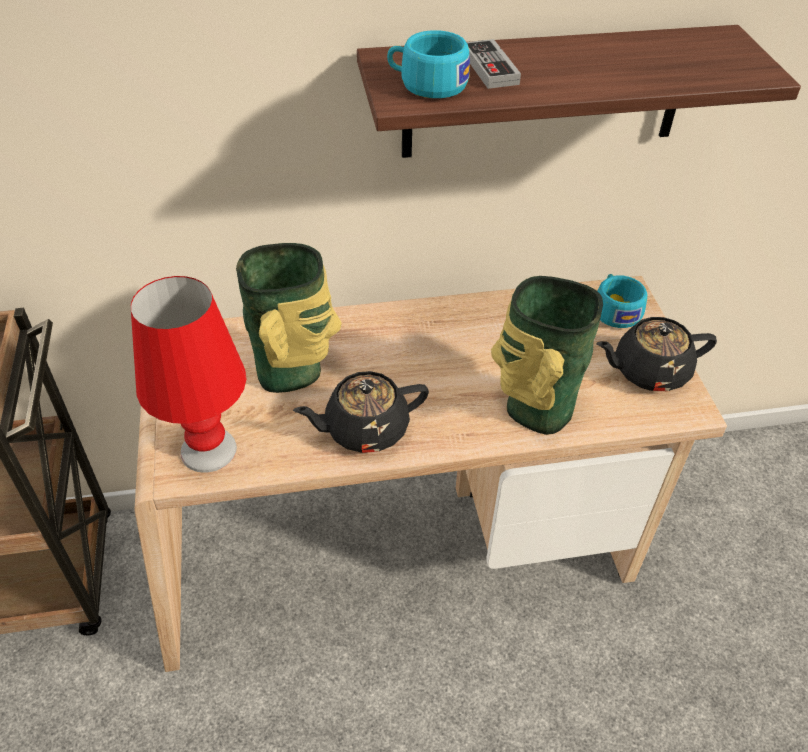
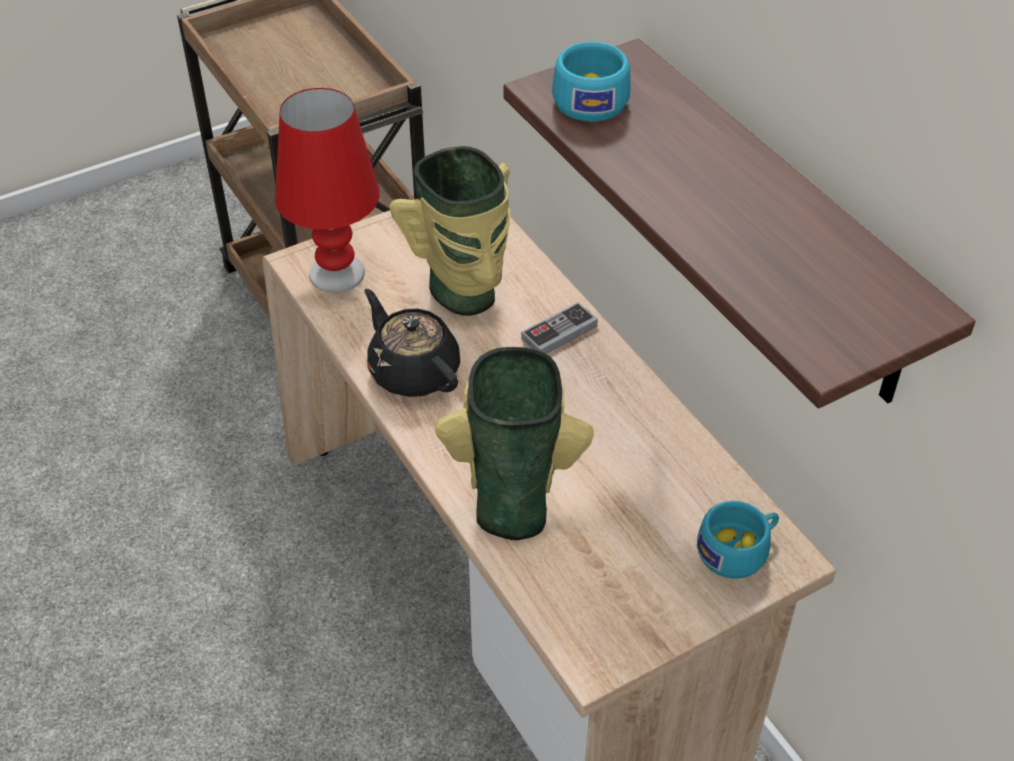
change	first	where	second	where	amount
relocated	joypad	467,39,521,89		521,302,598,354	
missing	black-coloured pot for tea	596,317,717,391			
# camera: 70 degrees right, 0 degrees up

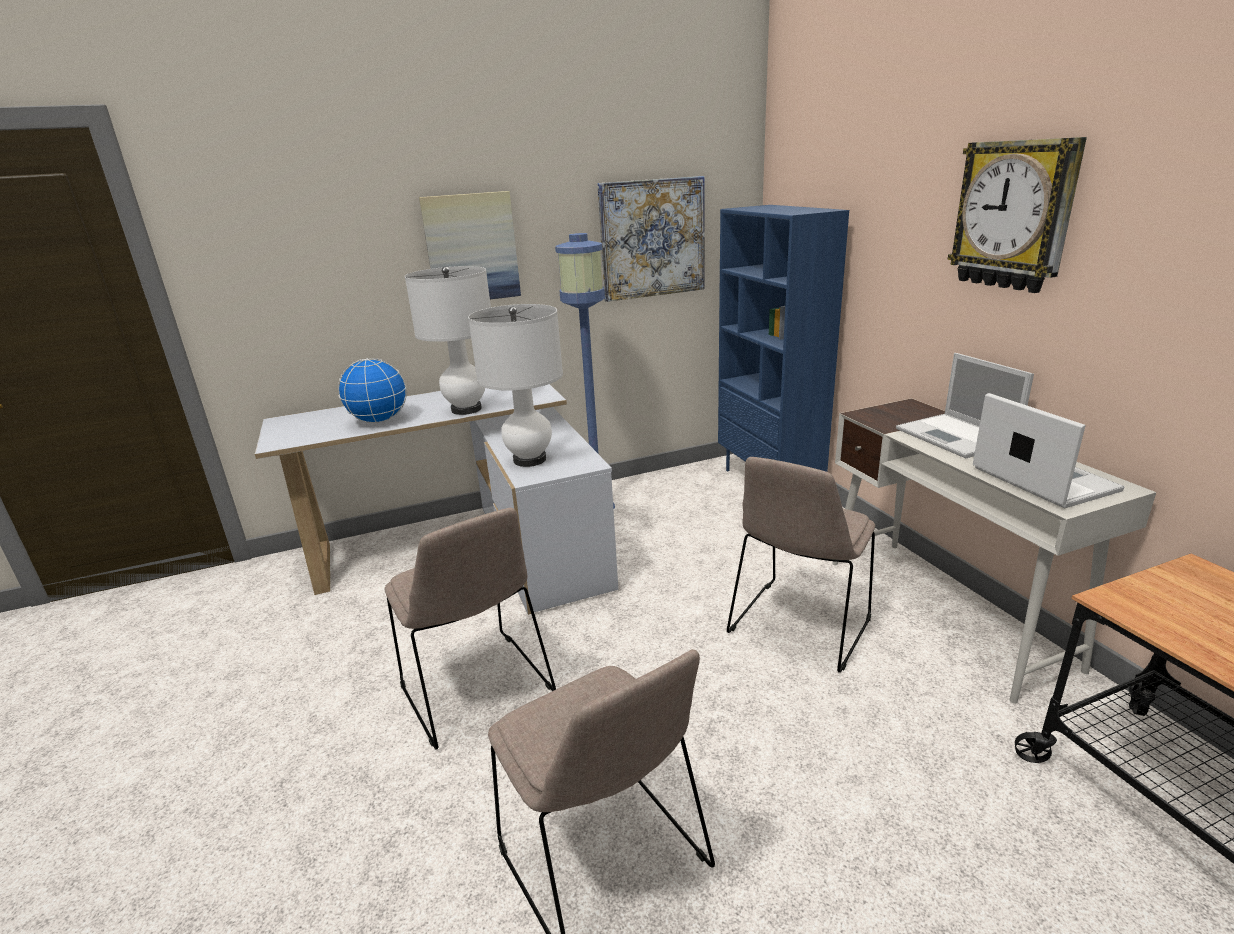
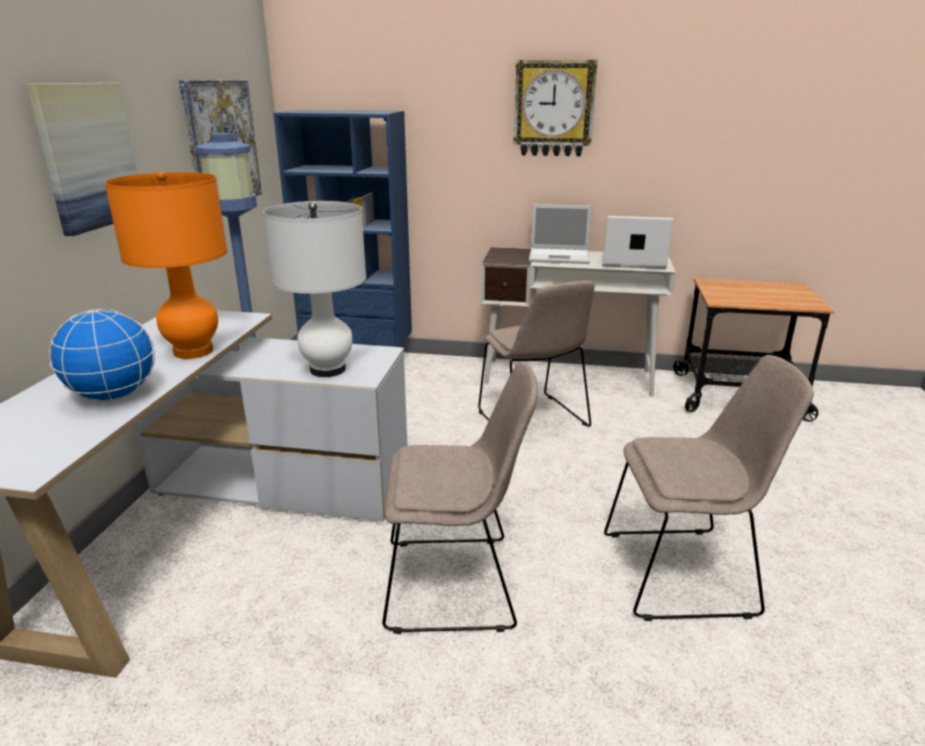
change	first	where	second	where	amount
colour	white-coloured tabletop lamp	405,266,491,415	orangey tabletop lamp	105,171,228,359	
# camera: 60 degrees left, 0 degrees up

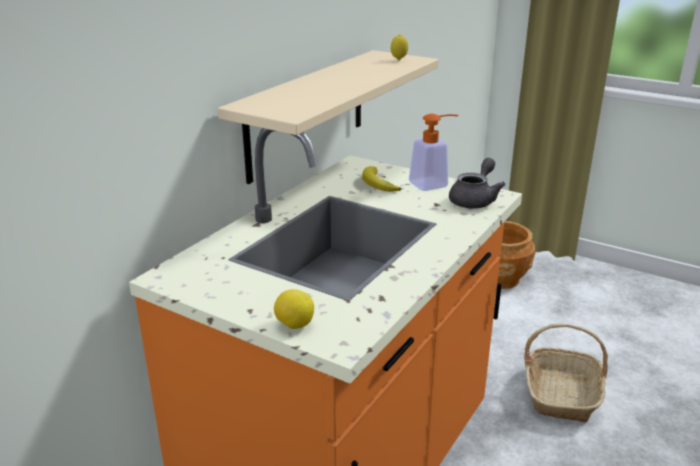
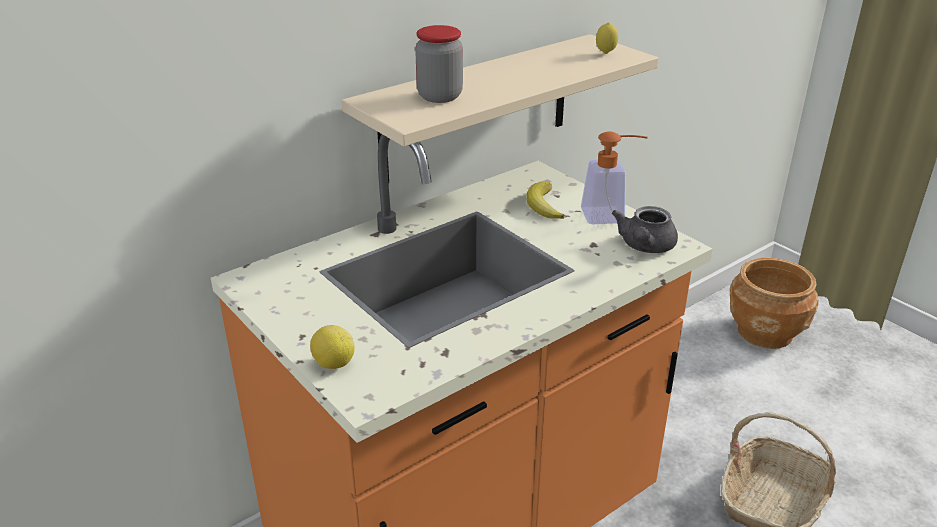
change	first	where	second	where	amount
spun	grey pot for tea	449,158,505,209		612,206,678,253	150 degrees clockwise
appeared			preserve jar	415,25,463,103	
# camera: 20 degrees right, 5 degrees up

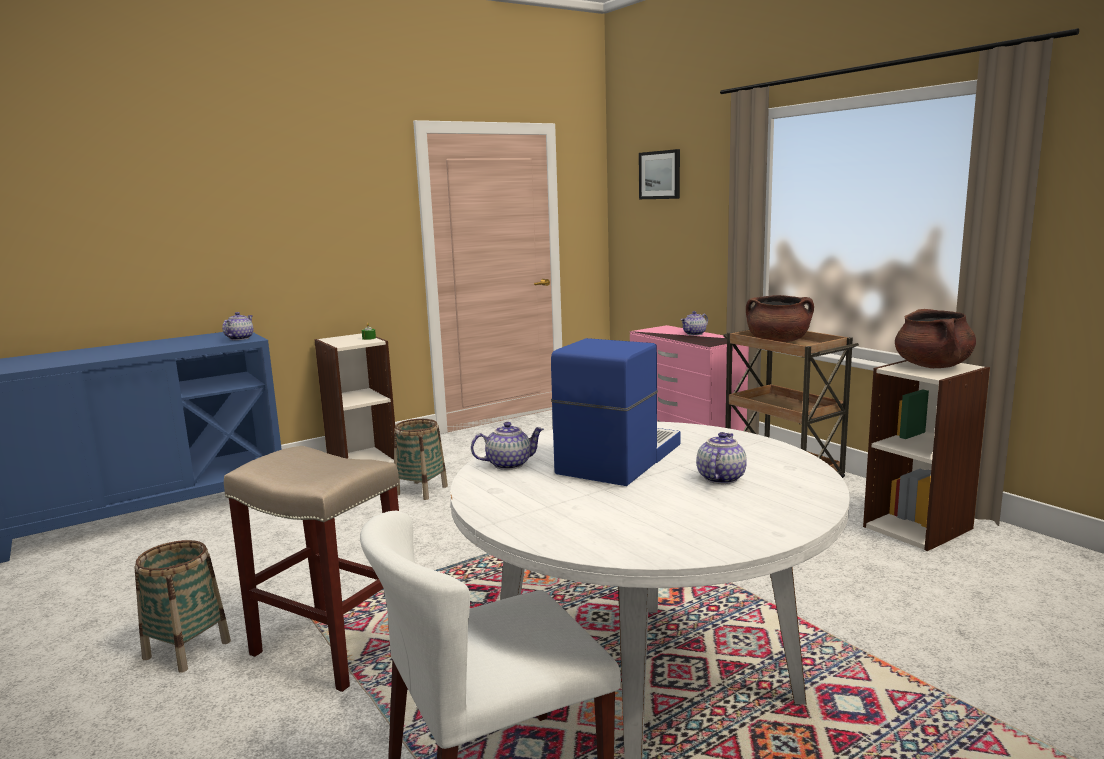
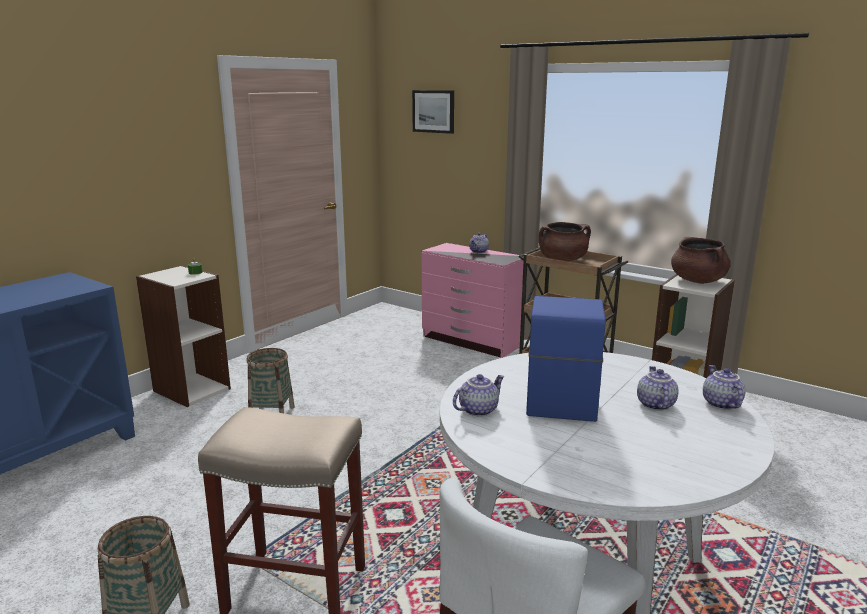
change	first	where	second	where	amount
relocated	pot for tea	222,312,253,340		703,365,746,410	
# camera: 20 degrees left, 5 degrees up

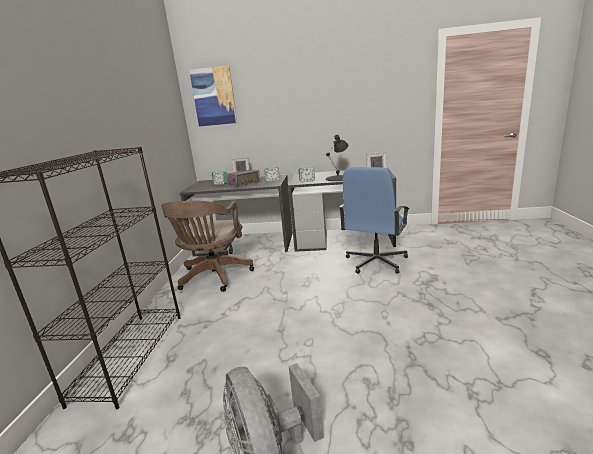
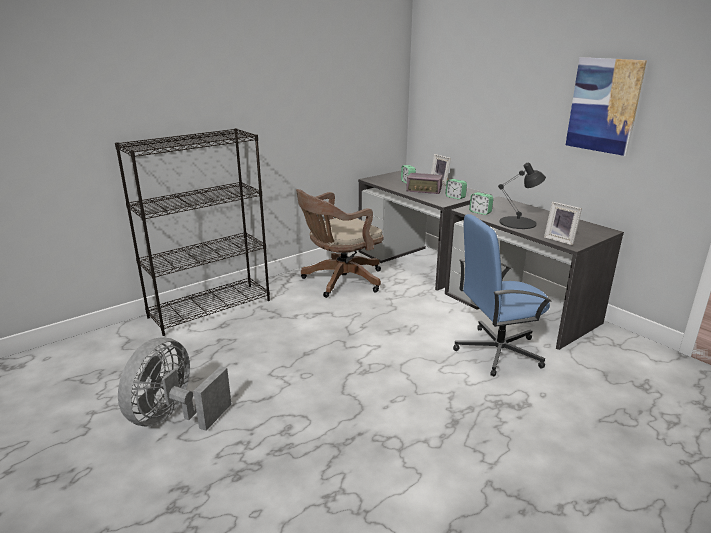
change	first	where	second	where	amount
relocated	wall picture	189,65,237,126		566,57,647,156	
# camera: 45 degrees right, 5 degrees up

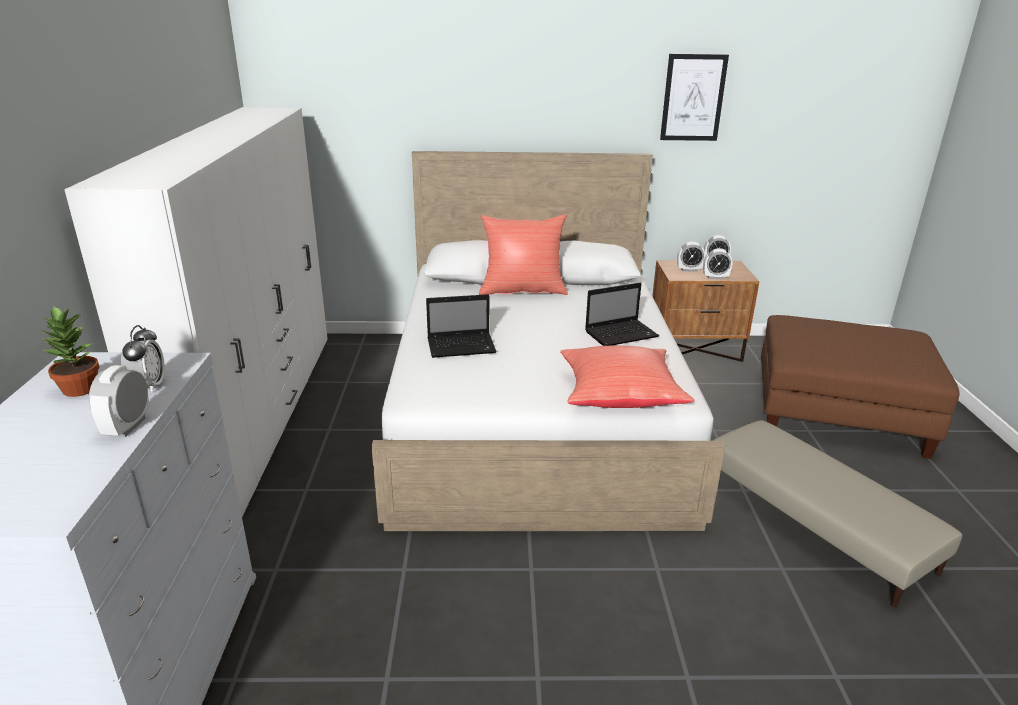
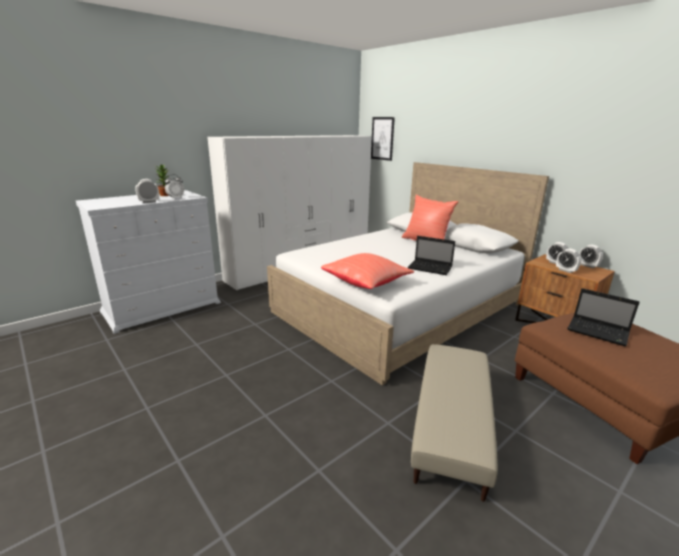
change	first	where	second	where	amount
relocated	wall picture	660,54,729,141		371,117,395,161	
relocated	laptop	426,294,497,358		567,288,640,347	
# camera: 50 degrees right, 5 degrees down

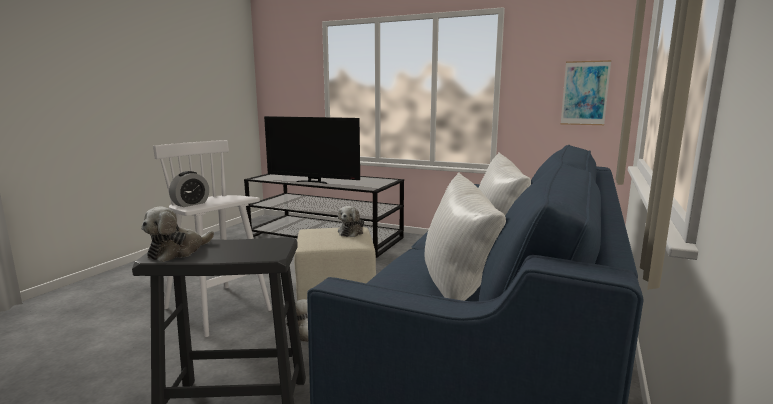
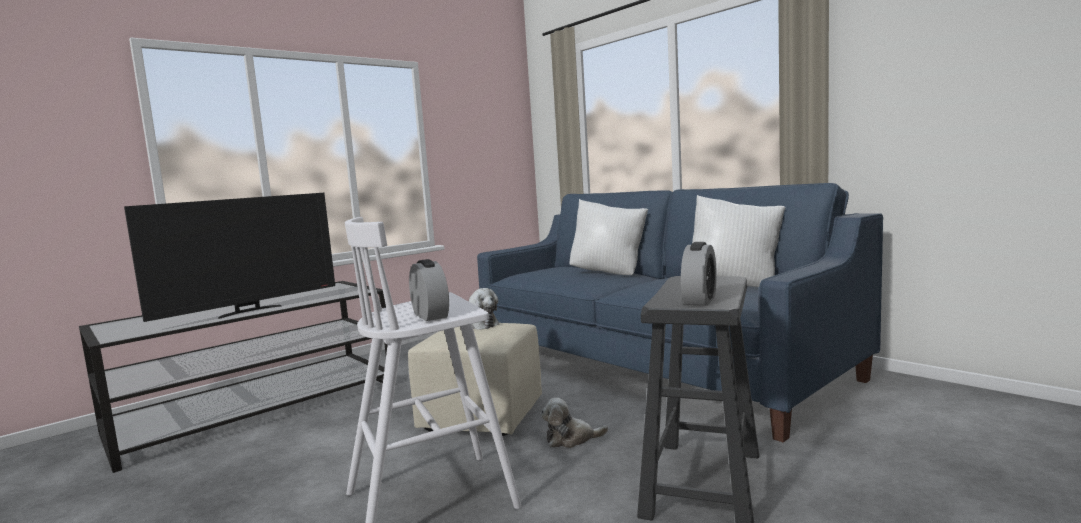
change	first	where	second	where	amount
missing	wall picture	561,60,611,125			
exchanged	soft toy	141,207,214,262	table clock	681,242,717,306	
# camera: 65 degrees left, 5 degrees down

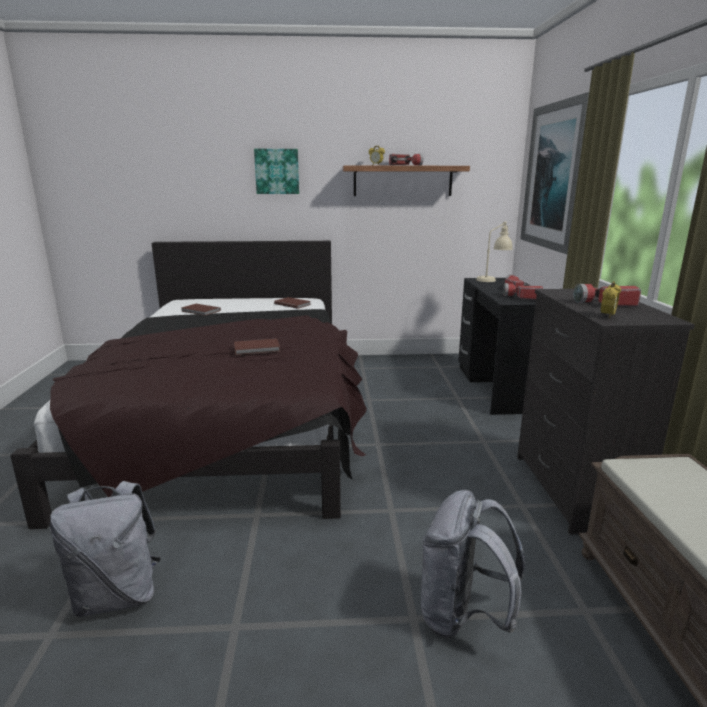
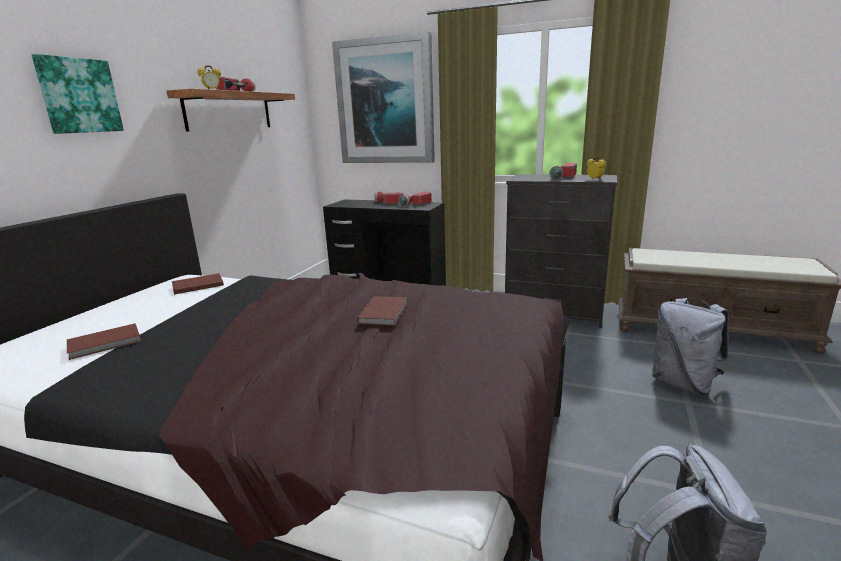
change	first	where	second	where	amount
missing	beige-coloured tabletop lamp	476,221,513,282			
# camera: 65 degrees left, 0 degrees up

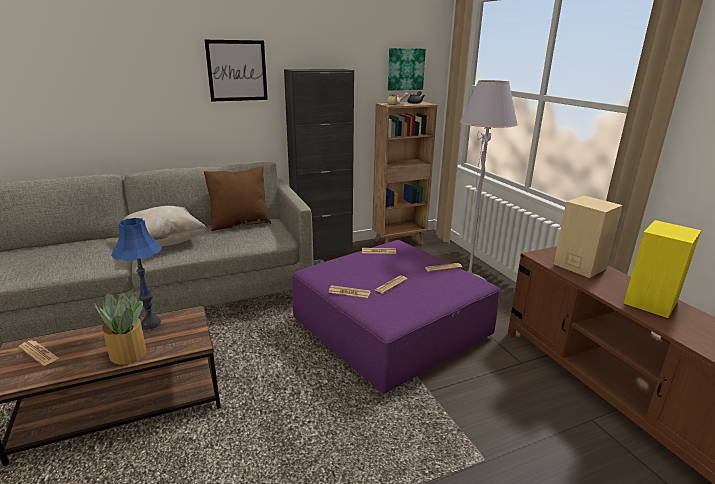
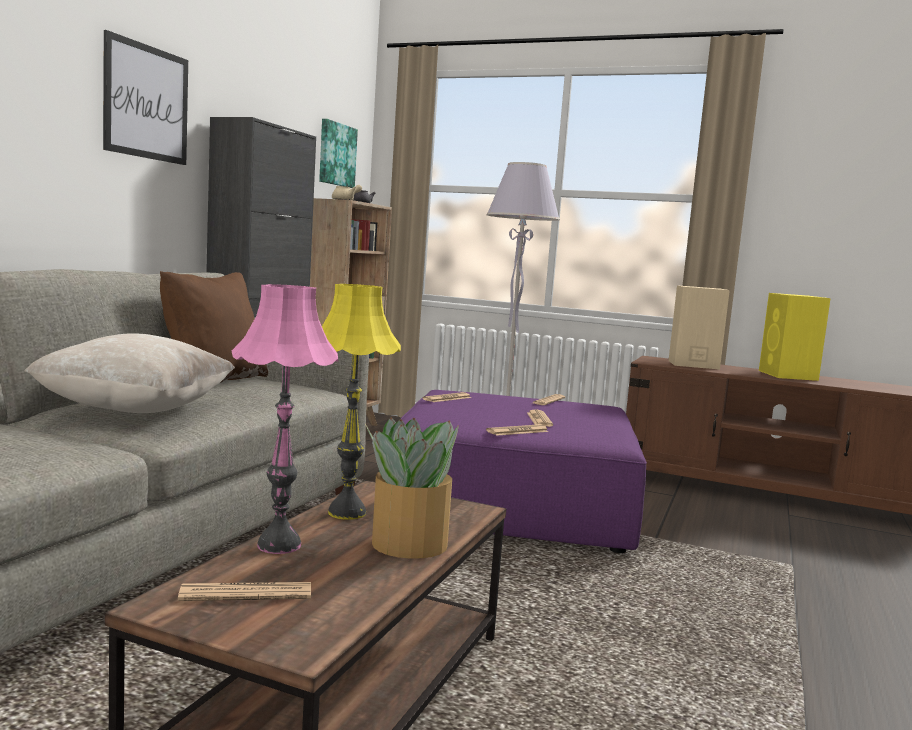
change	first	where	second	where	amount
colour	blue tabletop lamp	111,218,162,329	yellow-coloured tabletop lamp	322,284,401,520	
appeared			pink tabletop lamp	232,284,339,554	
# camera: 45 degrees left, 15 degrees down

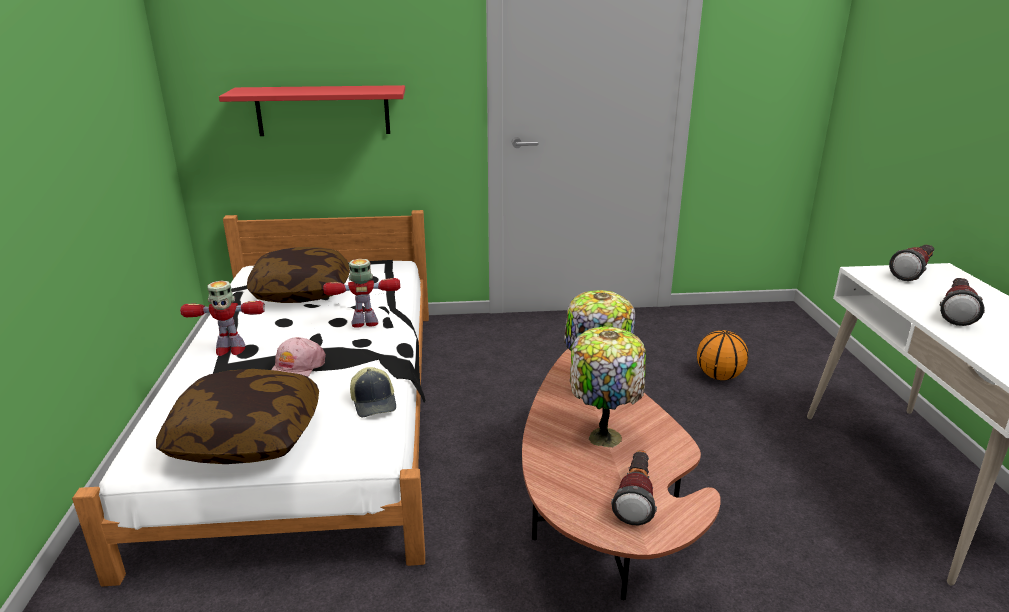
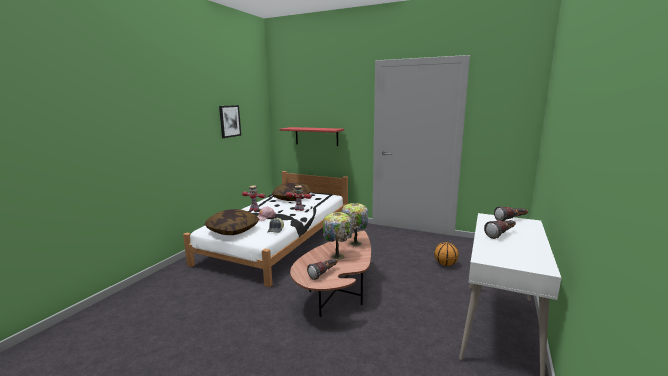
change	first	where	second	where	amount
appeared			wall picture	219,105,241,138	
# camera: 30 degrees right, 10 degrees down

